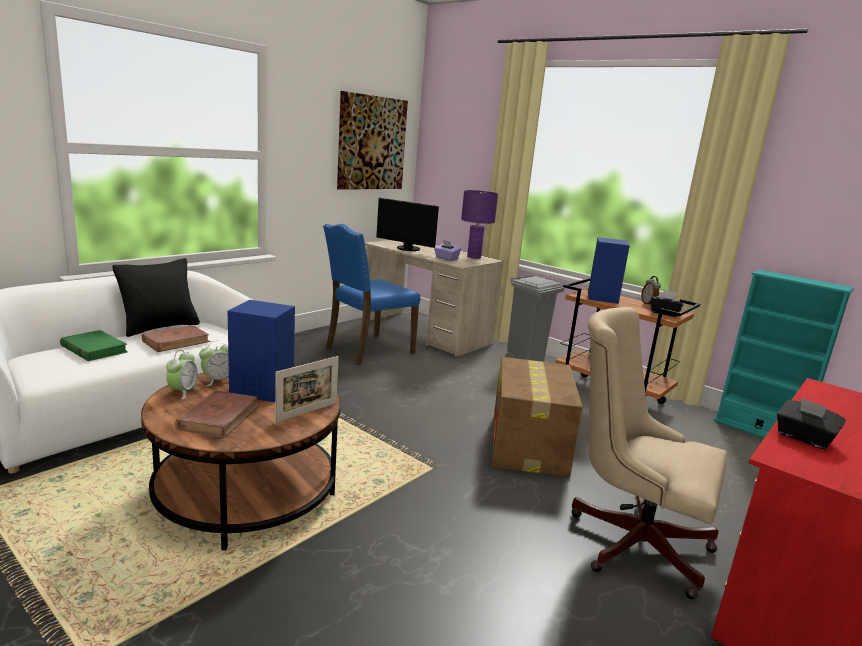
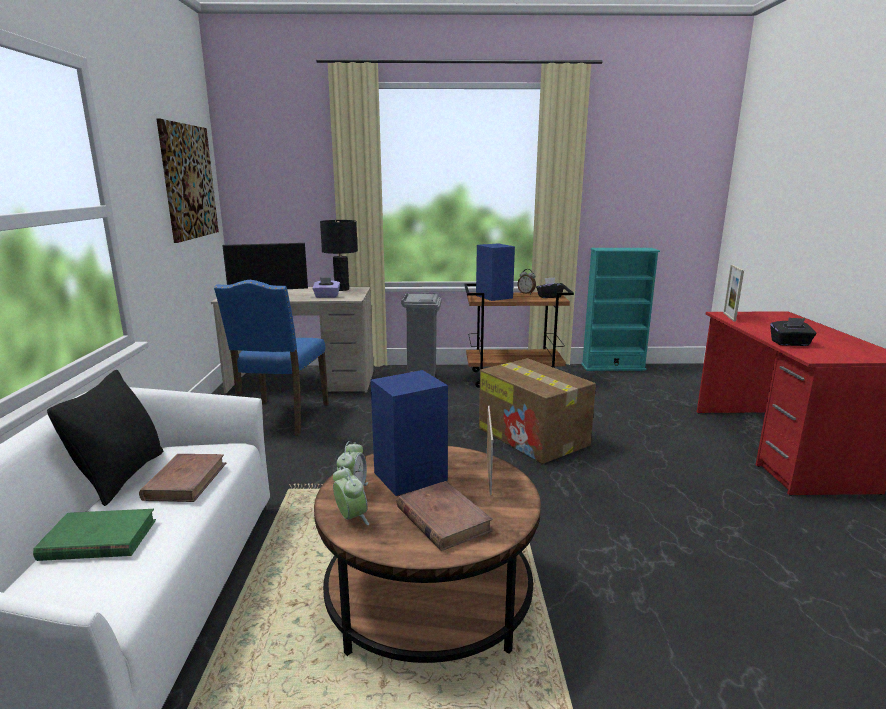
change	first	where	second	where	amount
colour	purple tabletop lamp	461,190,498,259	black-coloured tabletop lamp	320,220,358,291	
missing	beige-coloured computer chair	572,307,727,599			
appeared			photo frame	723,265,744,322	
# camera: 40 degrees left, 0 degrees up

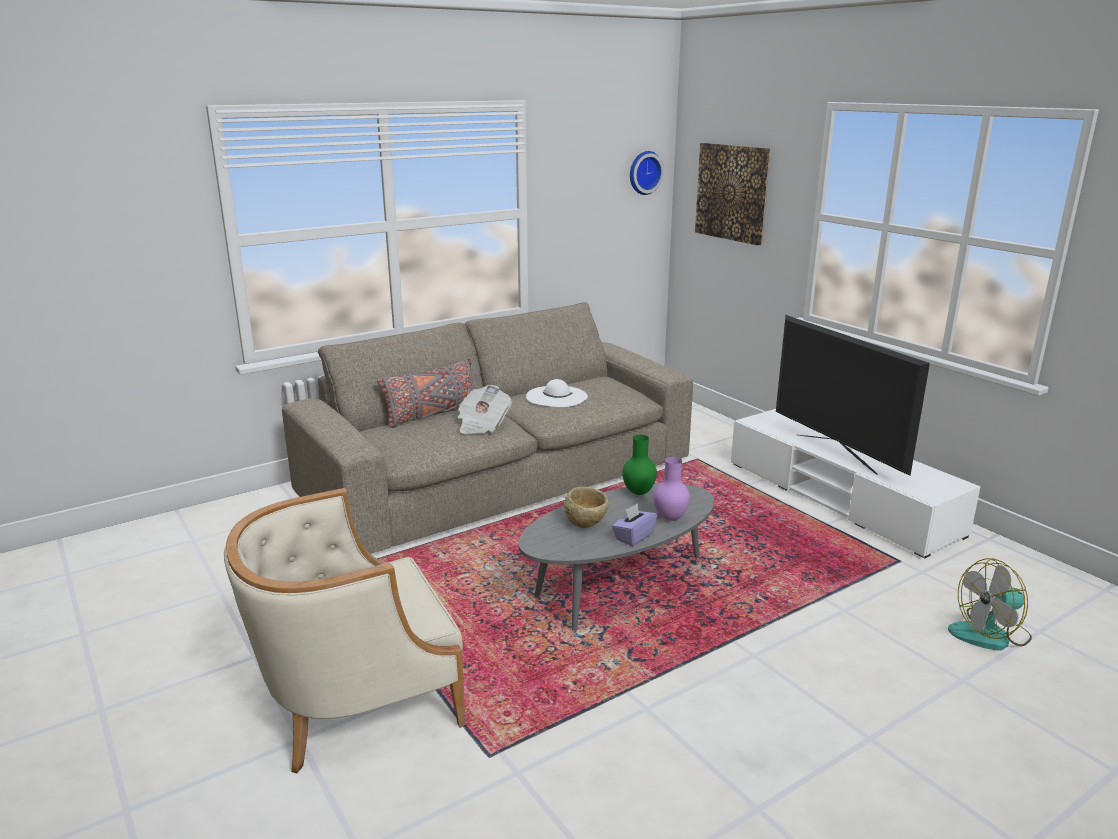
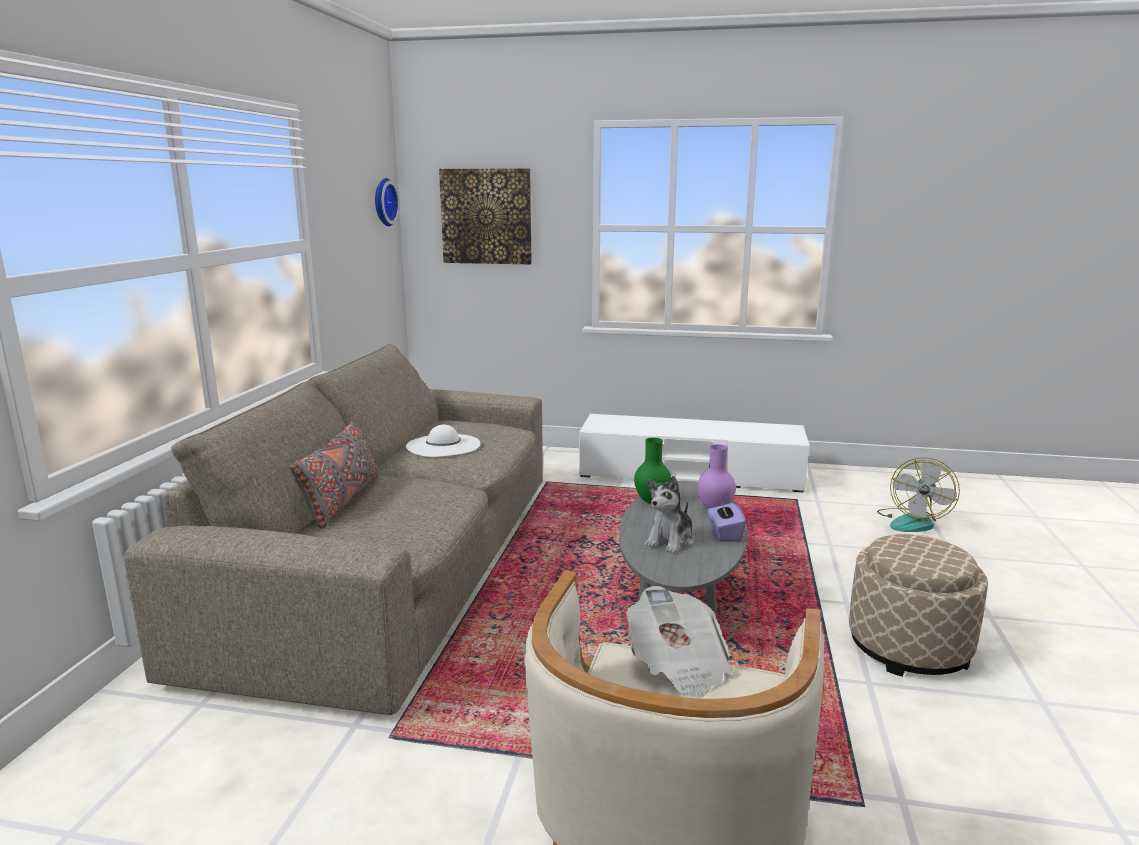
change	first	where	second	where	amount
missing	TV set	776,315,930,476			
relocated	newspaper	458,385,512,434		626,586,734,699	
exchanged	beige-coloured serving bowl	564,487,609,528	soft toy	645,476,694,554	
appeared			beige-coloured pouffe	849,534,988,677	
# camera: 45 degrees left, 5 degrees down

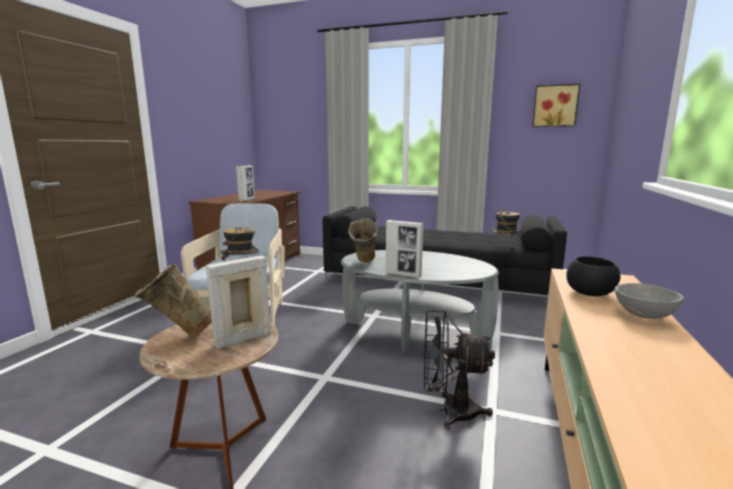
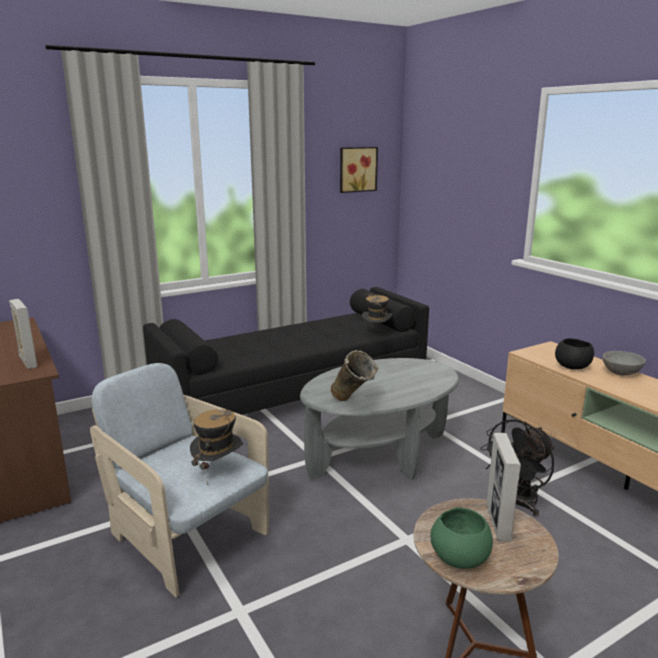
change	first	where	second	where	amount
missing	photo frame	385,220,424,278			
exchanged	beige-coloured decorative vase	135,263,212,339	greenish serving bowl	430,507,493,569	
# camera: 50 degrees left, 5 degrees up

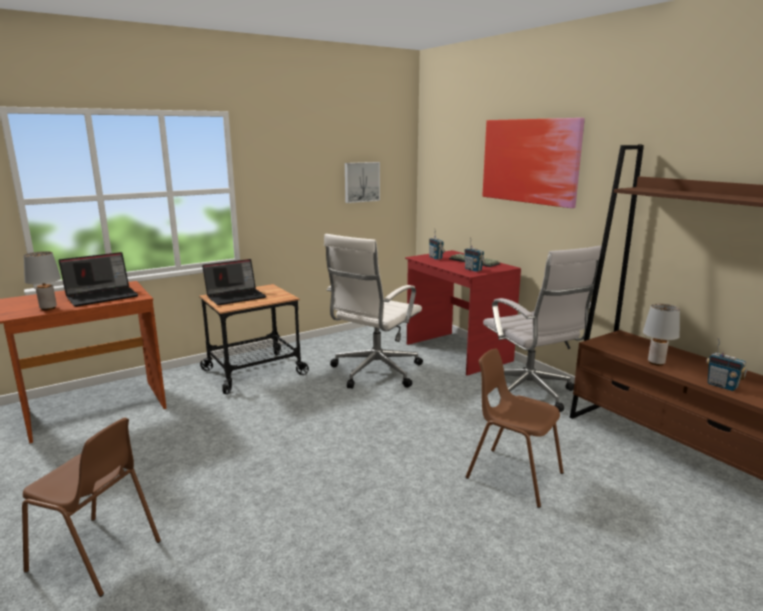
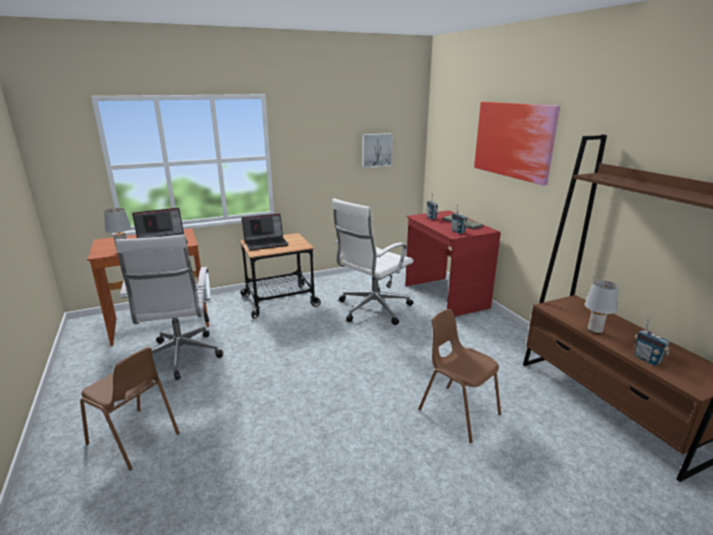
change	first	where	second	where	amount
relocated	white-coloured computer chair	483,246,602,412		115,234,223,380	
# camera: 10 degrees right, 5 degrees up

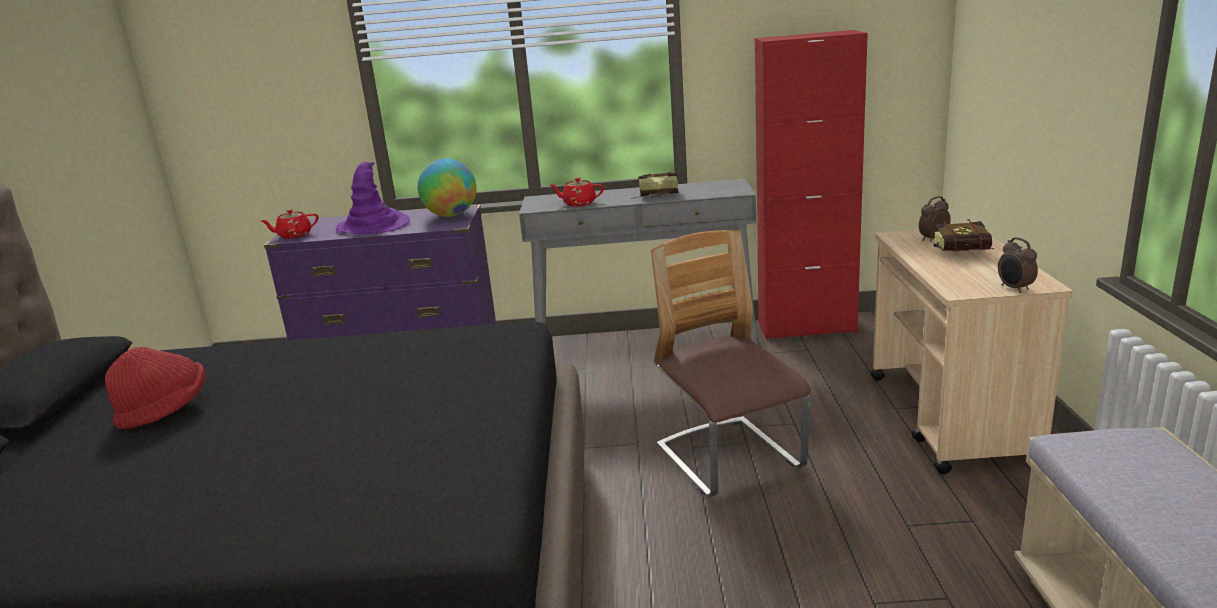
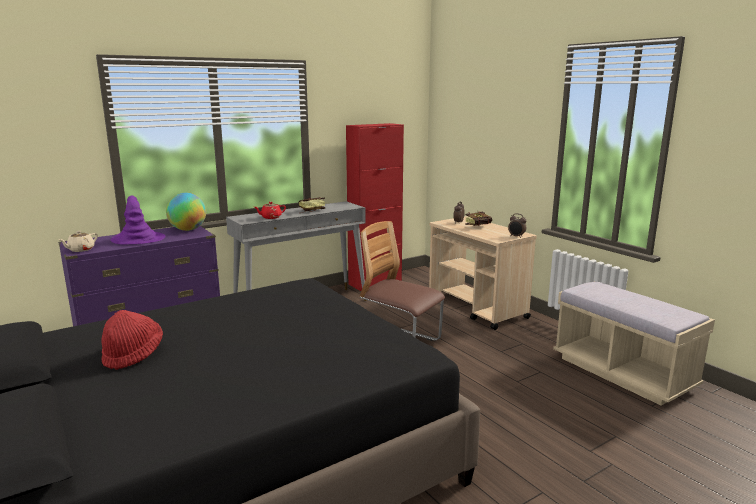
change	first	where	second	where	amount
colour	red pot for tea	260,209,318,239	beige-coloured pot for tea	59,231,98,252	
# camera: 35 degrees left, 5 degrees down

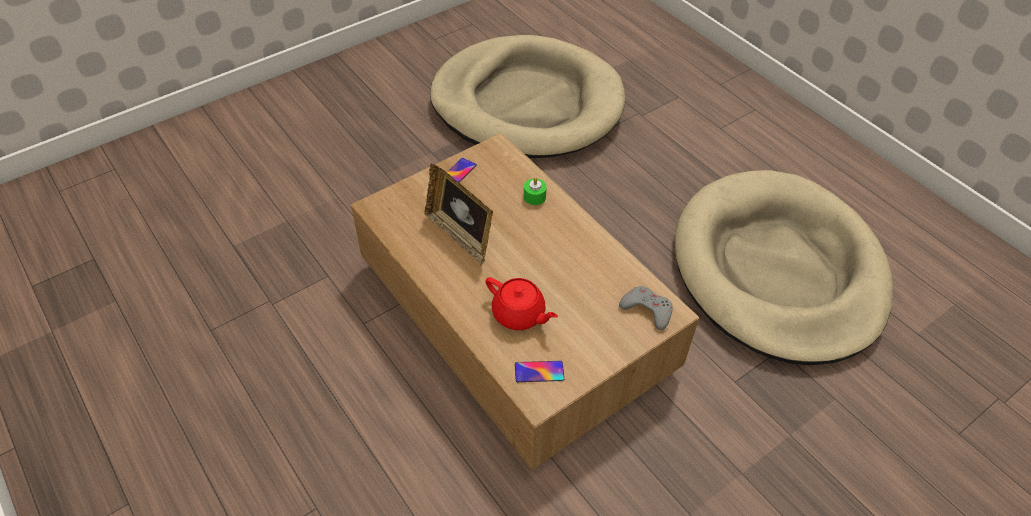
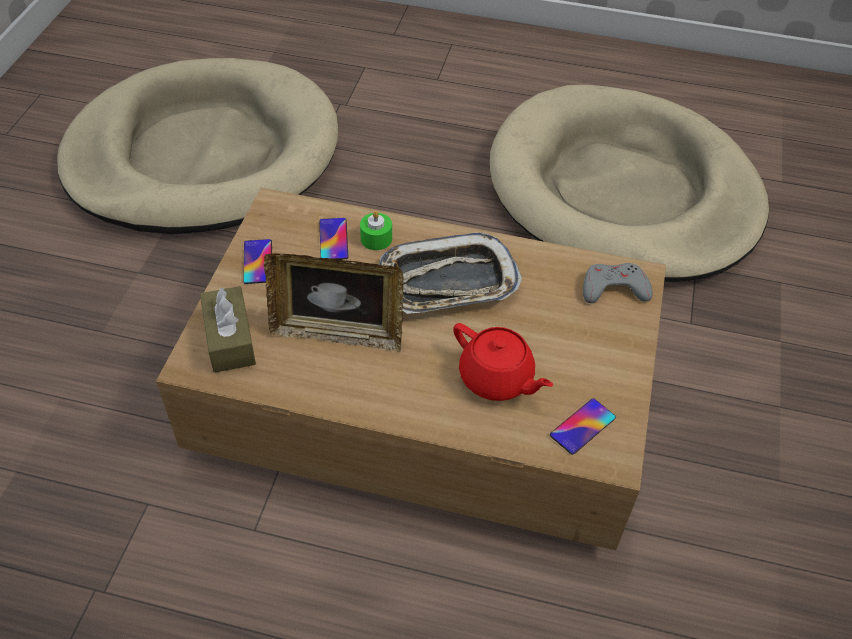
change	first	where	second	where	amount
spun	red pot for tea	486,277,558,330		453,323,553,401	45 degrees clockwise
appeared			handset	319,218,348,260	
appeared			tray	379,233,522,314	
appeared			brownish tissue box	200,286,256,373	
# camera: 40 degrees left, 0 degrees up

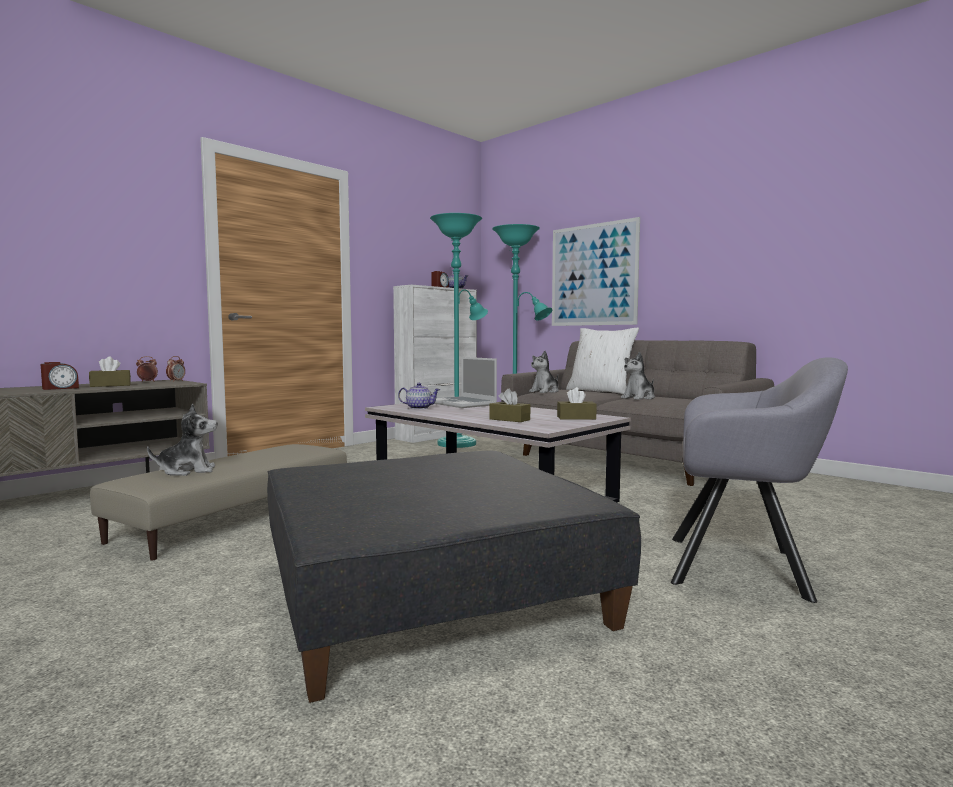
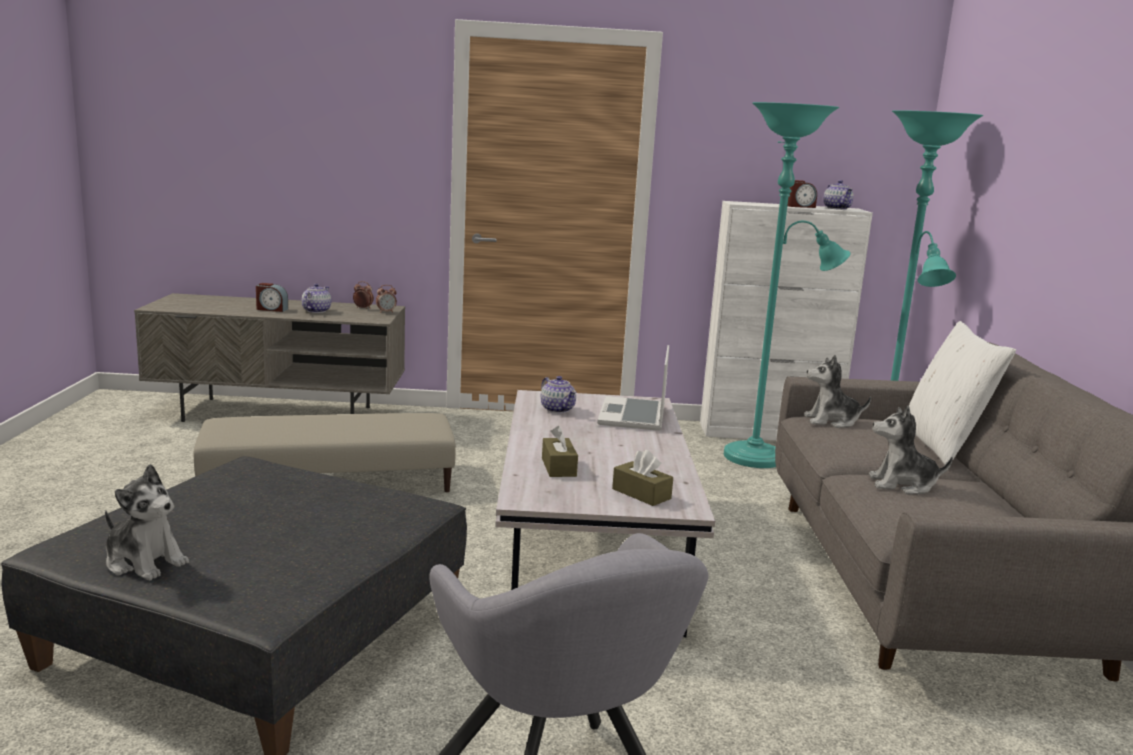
change	first	where	second	where	amount
missing	wall picture	552,217,640,326			
exchanged	brownish tissue box	89,356,131,387	pot for tea	302,283,332,313	
relocated	soft toy	147,404,217,476		105,464,189,580	
# camera: 45 degrees right, 10 degrees up

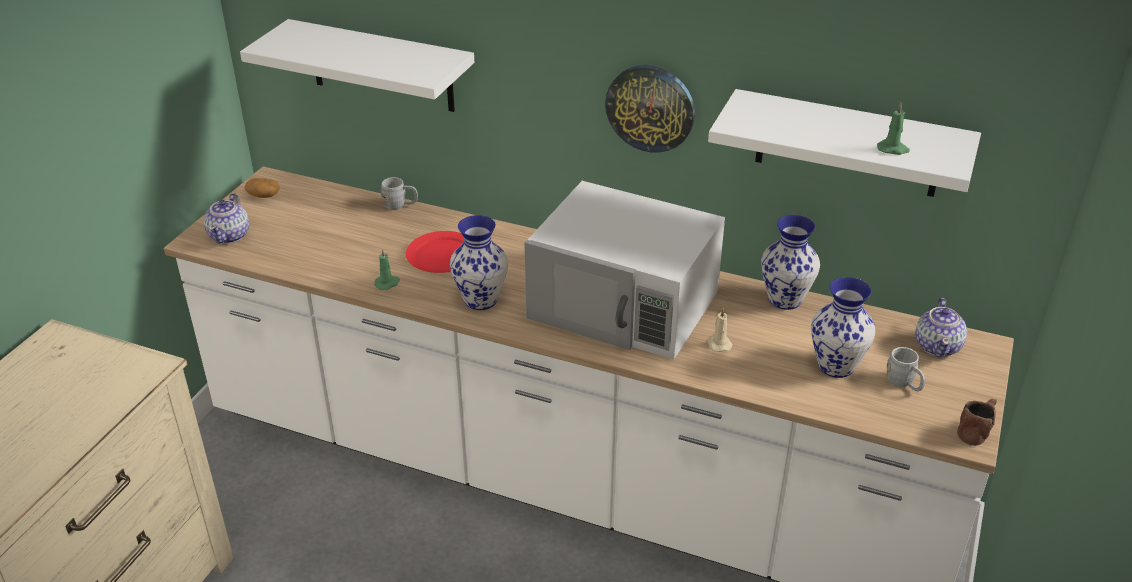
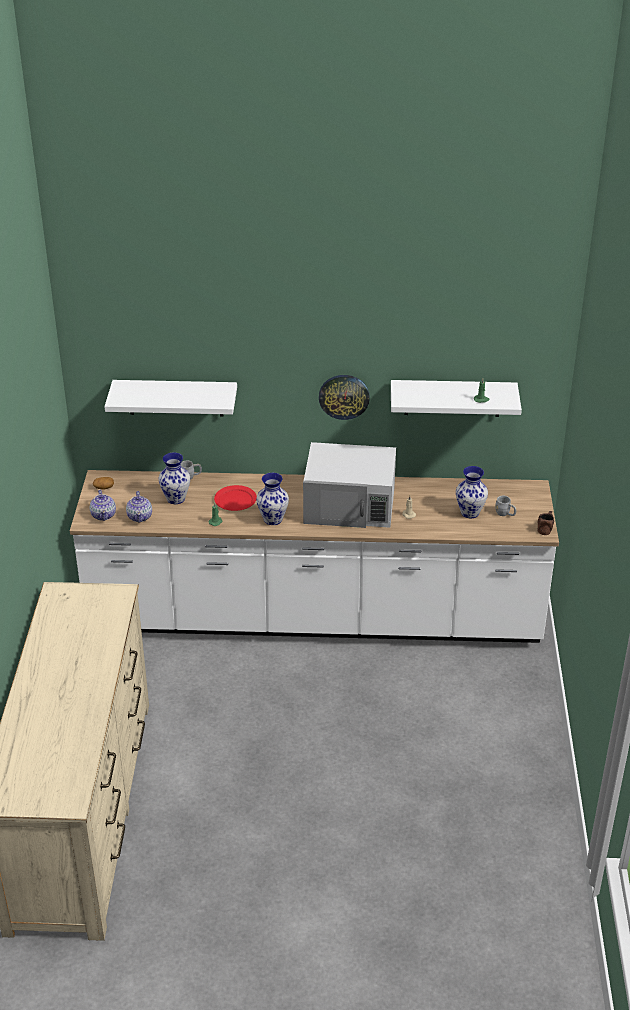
change	first	where	second	where	amount
relocated	decorative vase	761,215,820,310		159,453,190,504	
relocated	pot for tea	915,298,967,358		126,491,152,523	
# camera: 20 degrees left, 0 degrees up

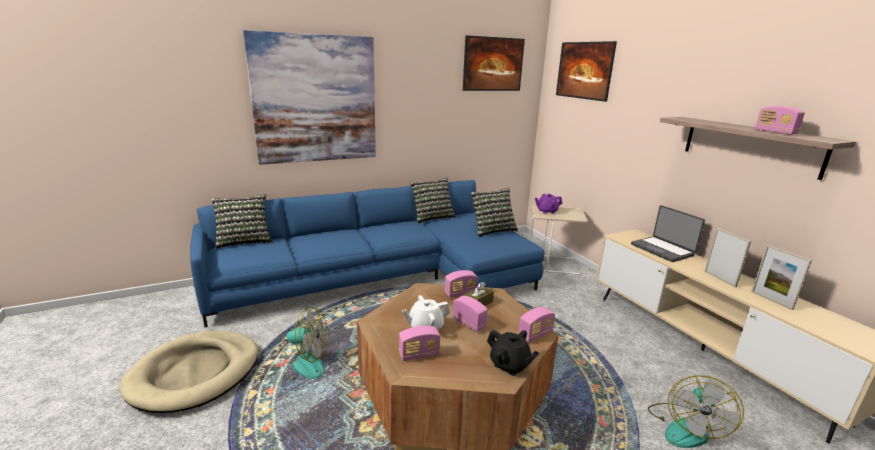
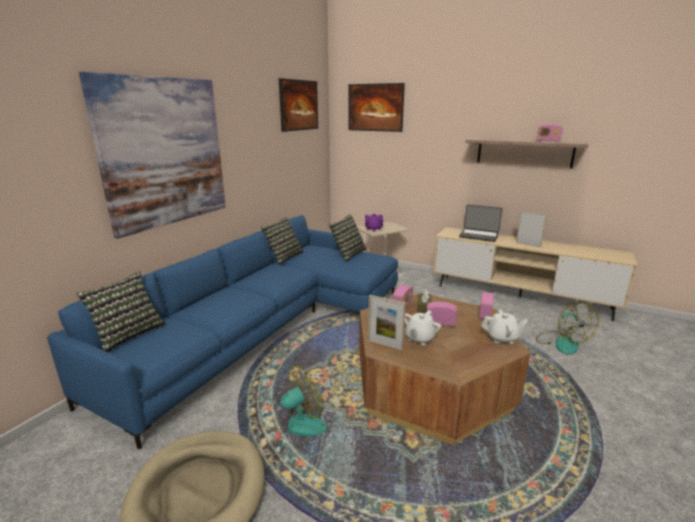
change	first	where	second	where	amount
relocated	photo frame	751,245,812,310		368,295,406,351	
missing	radio receiver	399,326,440,361			
colour	black-coloured pot for tea	487,330,539,376	white-coloured pot for tea	481,309,528,344	
# camera: 35 degrees left, 0 degrees up

